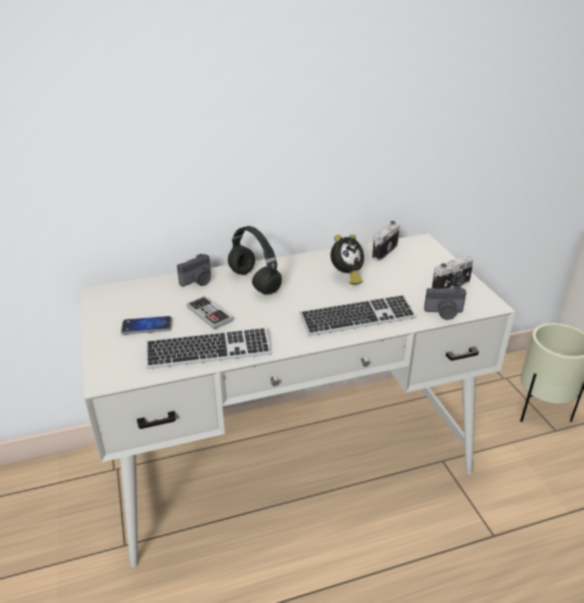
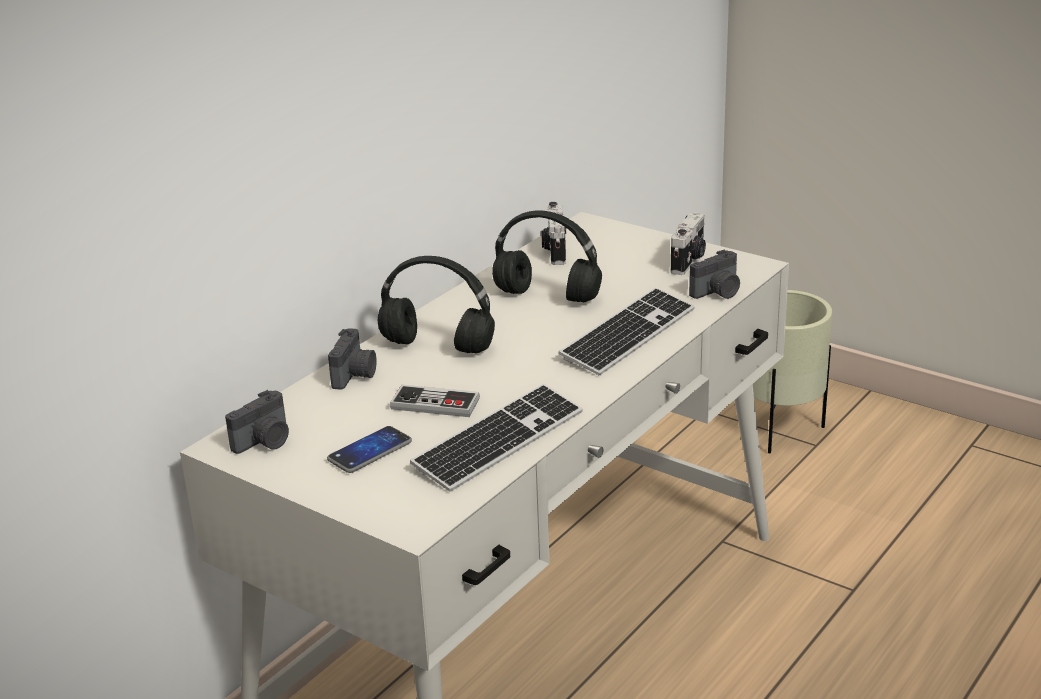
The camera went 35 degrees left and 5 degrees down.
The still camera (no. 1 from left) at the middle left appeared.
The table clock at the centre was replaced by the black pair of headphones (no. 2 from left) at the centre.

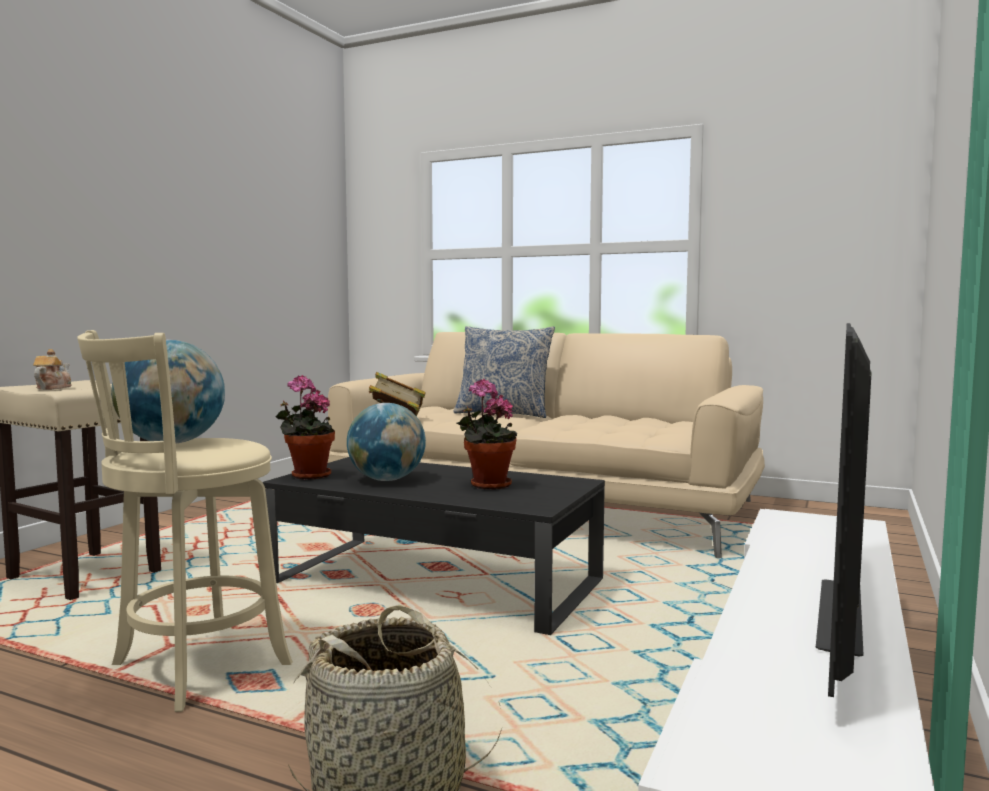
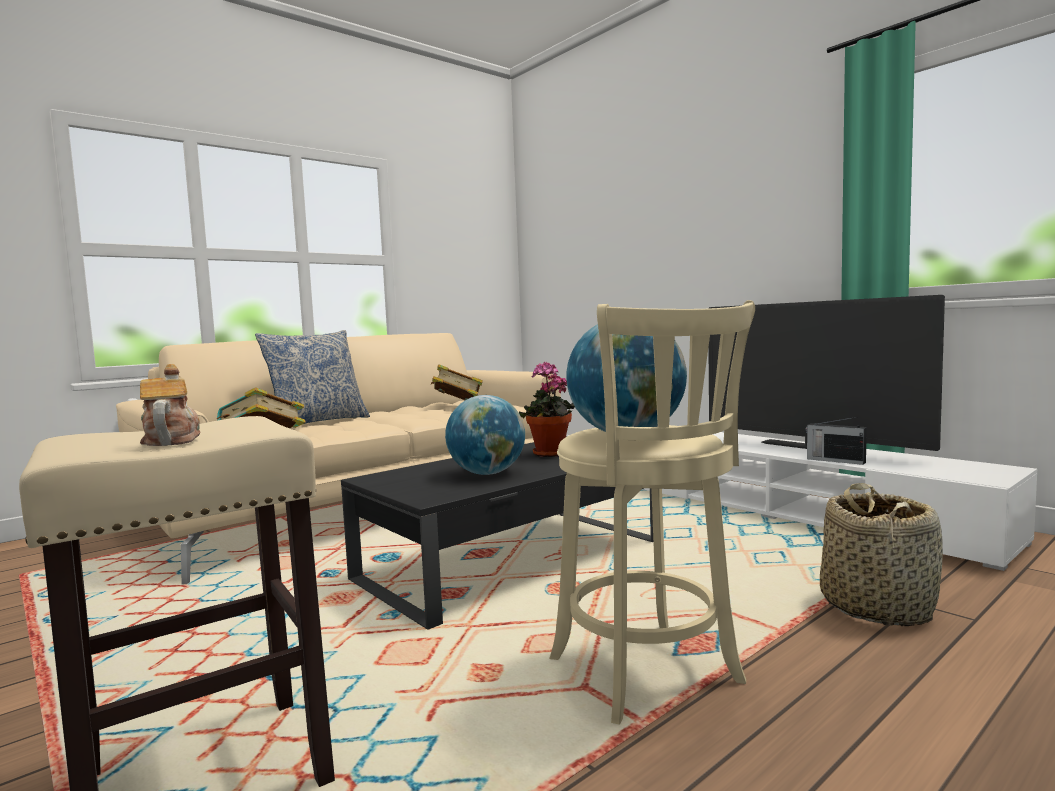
The camera went 65 degrees left and 0 degrees up.
The teapot at the middle left turned 45 degrees clockwise.
The bound book (no. 2 from left) at the centre appeared.
The radio at the middle right appeared.
The houseplant (no. 1 from left) at the middle left disappeared.

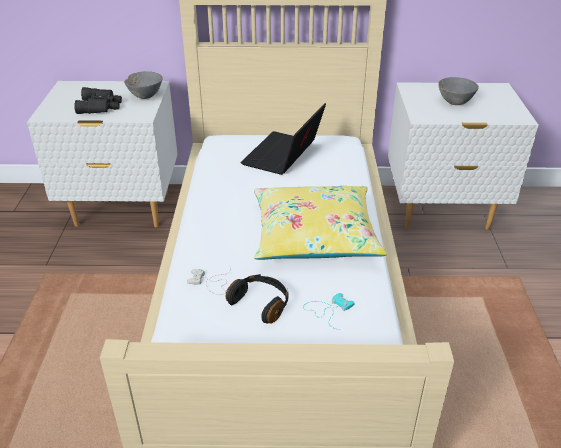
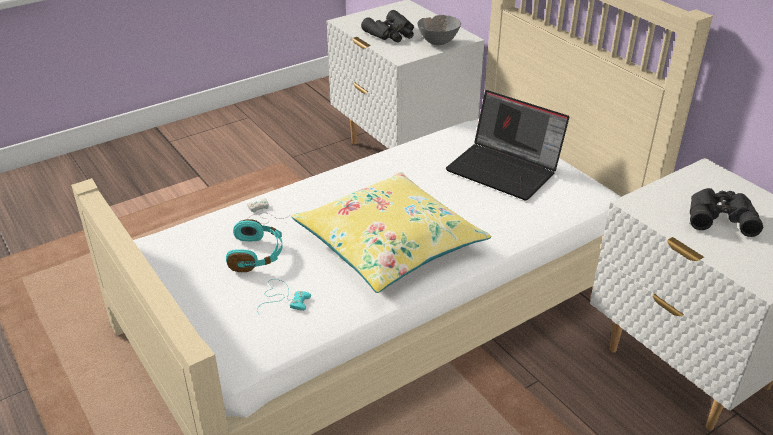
The camera went 55 degrees right and 0 degrees up.
The black pair of headphones at the bottom centre became the turquoise-coloured pair of headphones at the middle left.
The portable computer at the top centre turned 135 degrees counterclockwise.
The grey bowl (no. 2 from left) at the top right was replaced by the black pair of binoculars (no. 2 from left) at the middle right.

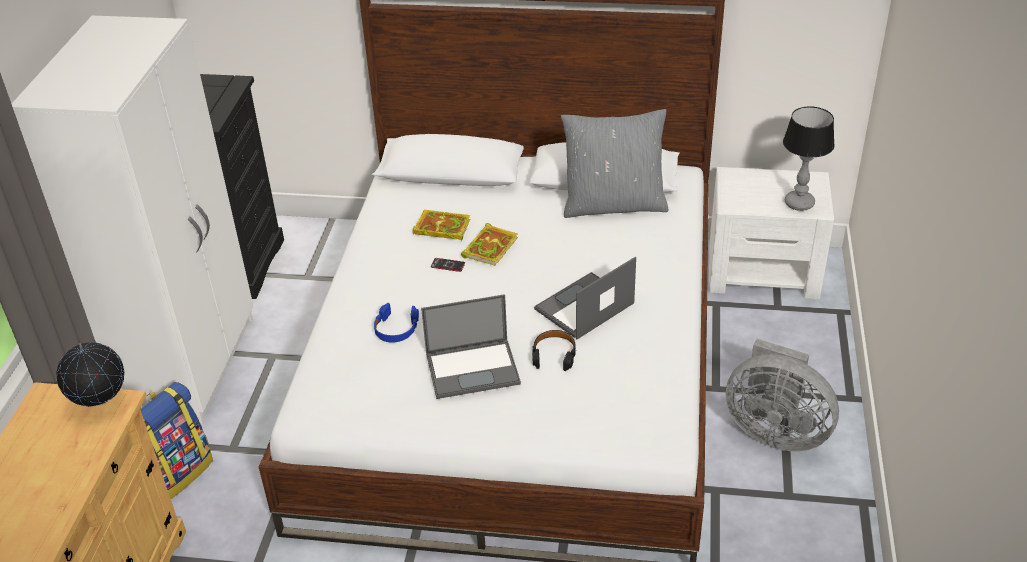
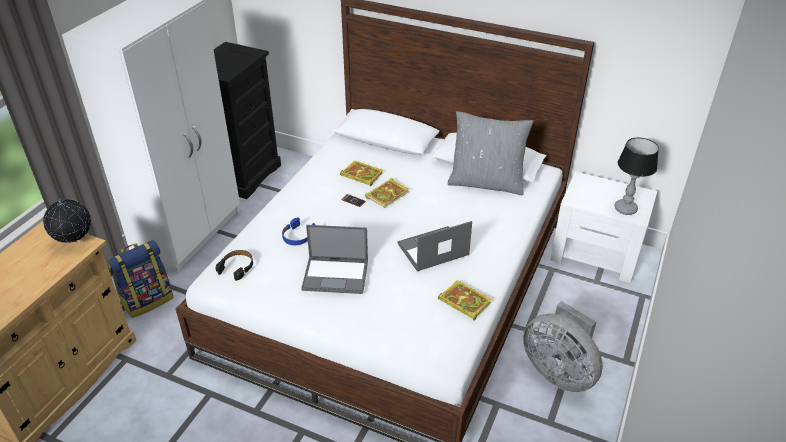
The camera went 15 degrees right and 0 degrees up.
The black pair of headphones moved from the centre to the middle left.
The bound book (no. 3 from left) at the bottom centre appeared.

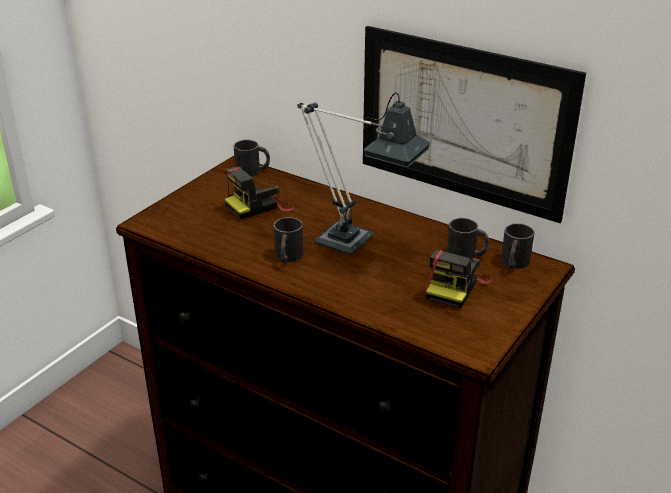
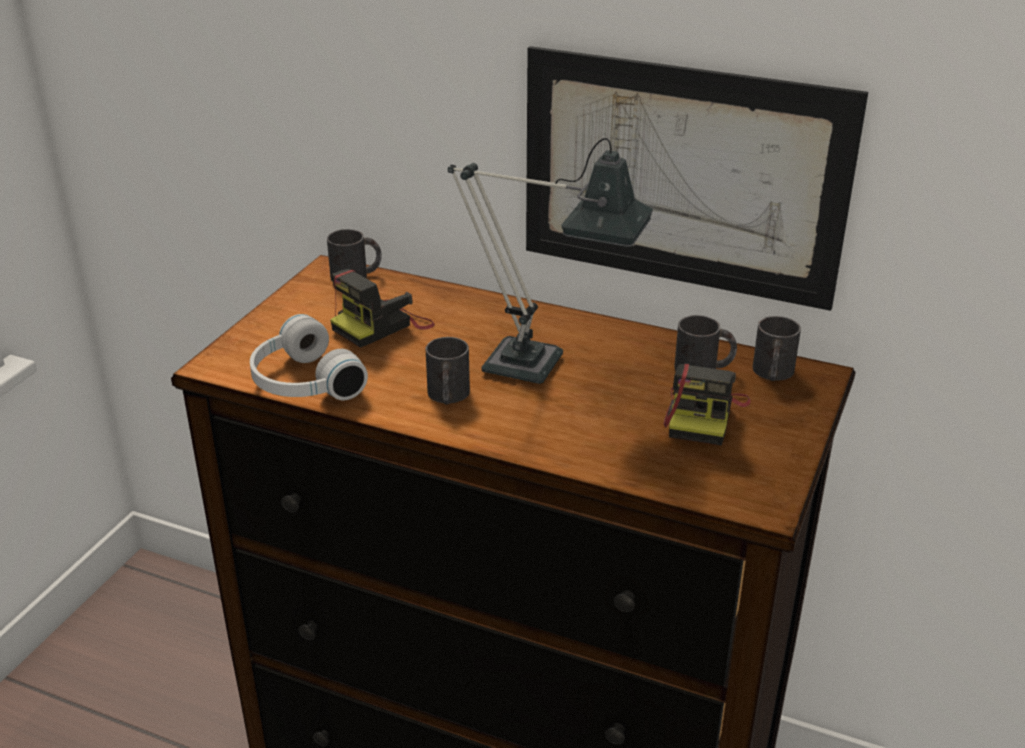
The camera went 10 degrees left and 0 degrees up.
The white-coloured pair of headphones at the middle left appeared.

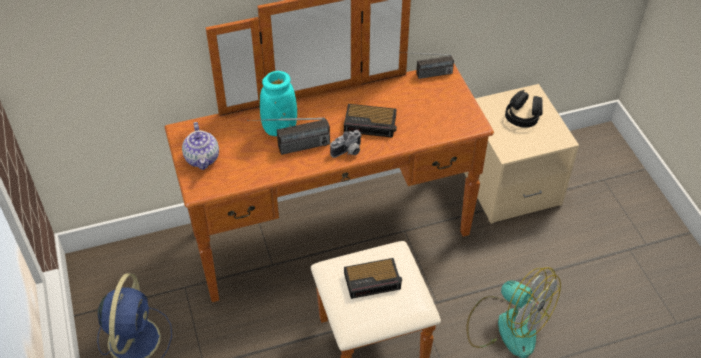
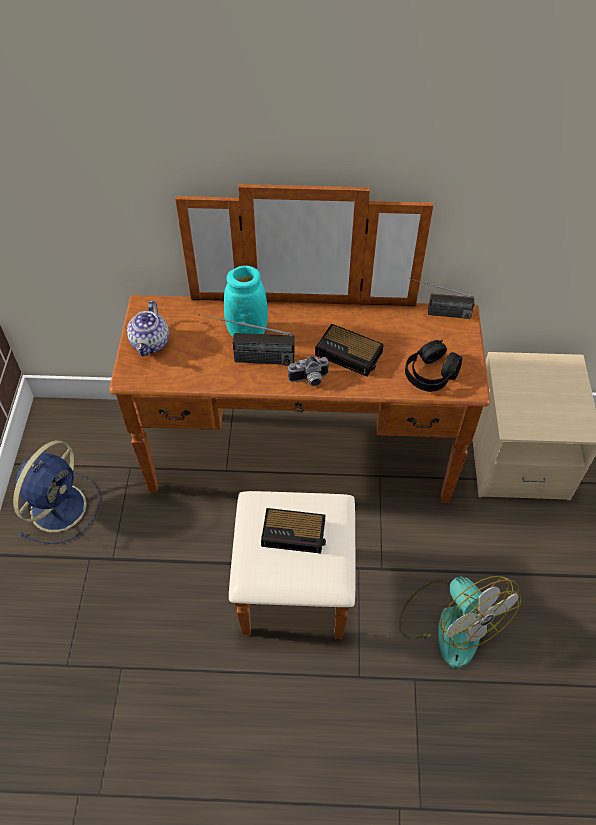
The camera went 20 degrees right and 5 degrees up.
The black pair of headphones moved from the top right to the middle right.

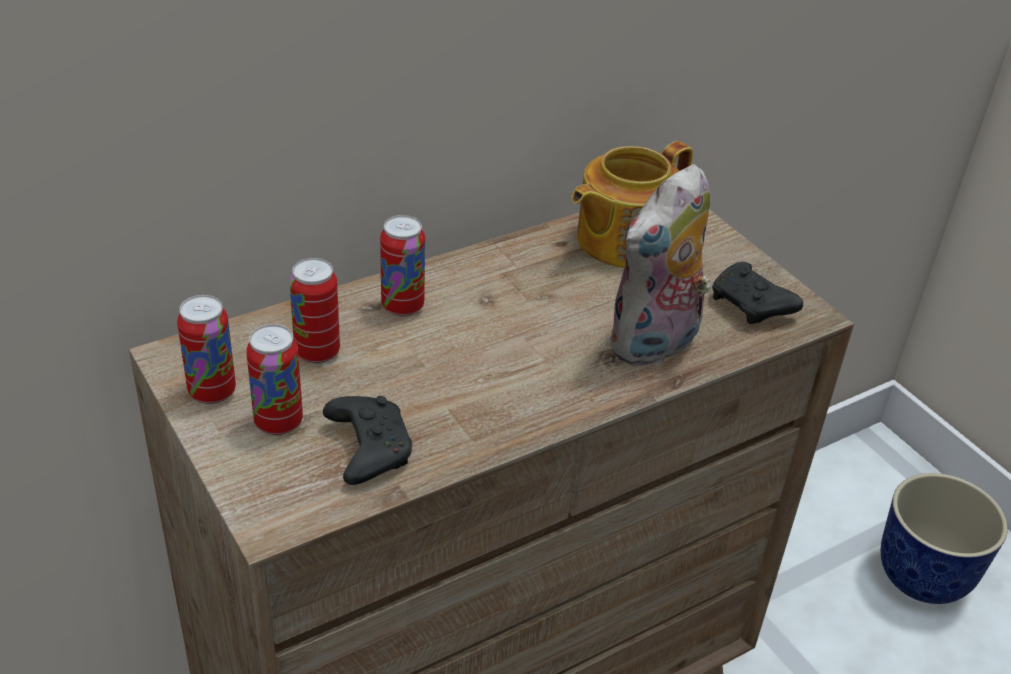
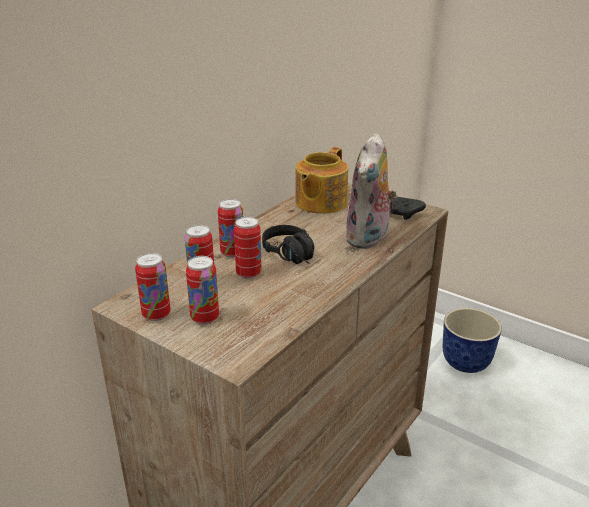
The camera went 20 degrees left and 10 degrees down.
The sealed can (no. 5 from left) at the centre appeared.
The black pair of headphones at the centre appeared.
The black gamepad (no. 1 from left) at the centre disappeared.

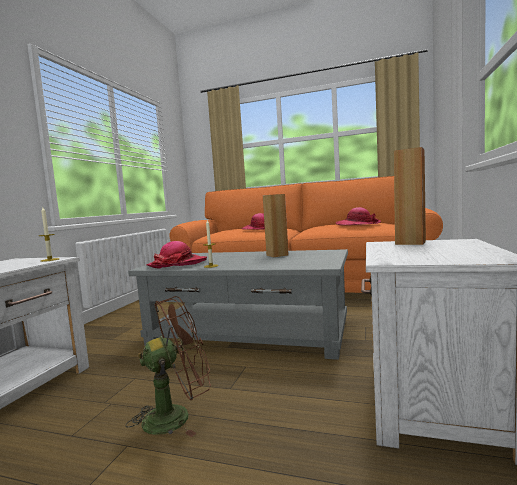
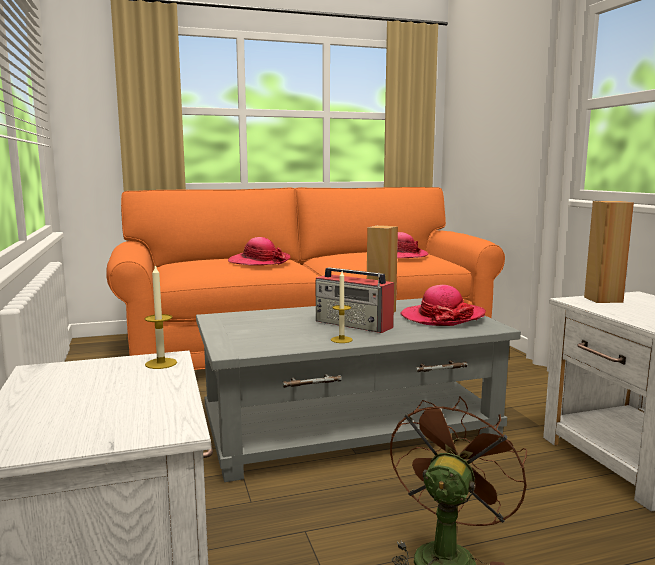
The camera went 35 degrees left and 5 degrees up.
The radio at the centre appeared.
The hat (no. 1 from left in the first image) moved from the centre to the middle right.

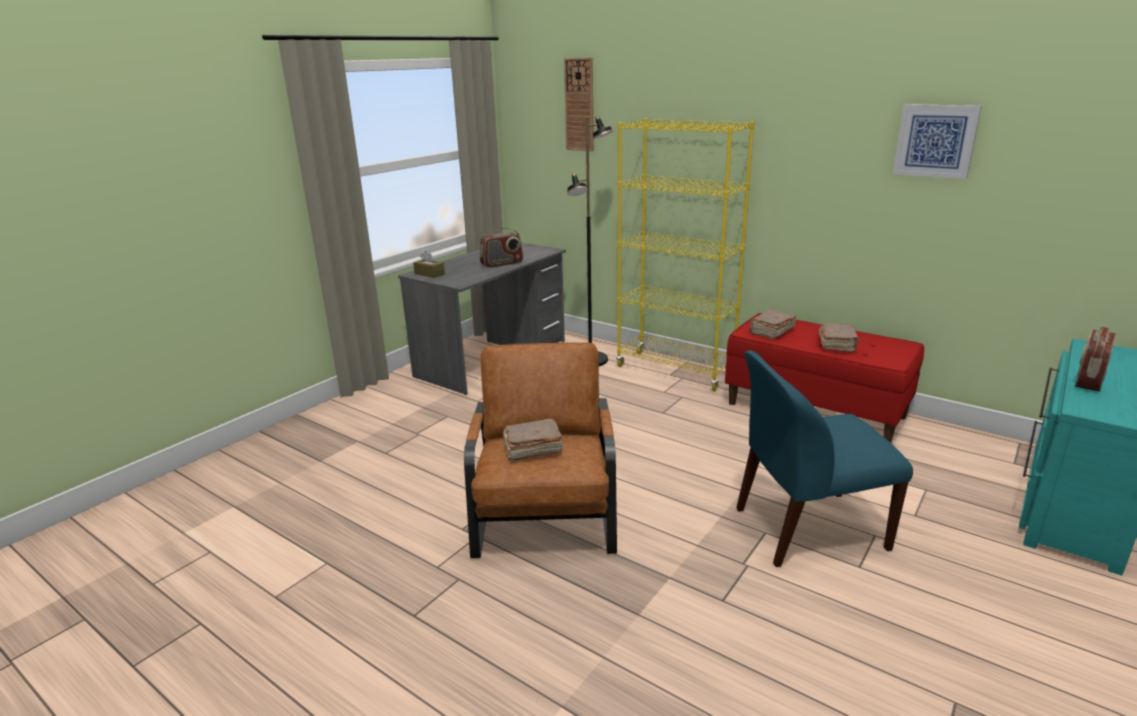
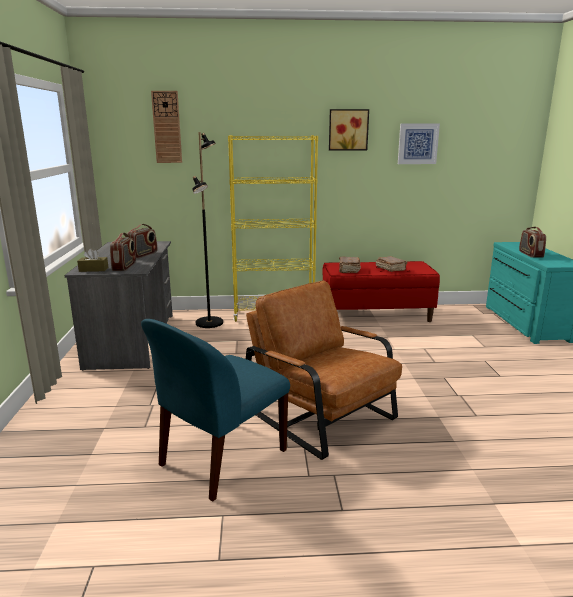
The camera went 40 degrees left and 5 degrees down.
The radio (no. 1 from left) at the middle left appeared.
The blue-coloured upright chair moved from the middle right to the bottom centre.
The wall picture (no. 1 from left) at the top centre appeared.
The brownish bound book (no. 1 from left) at the centre disappeared.

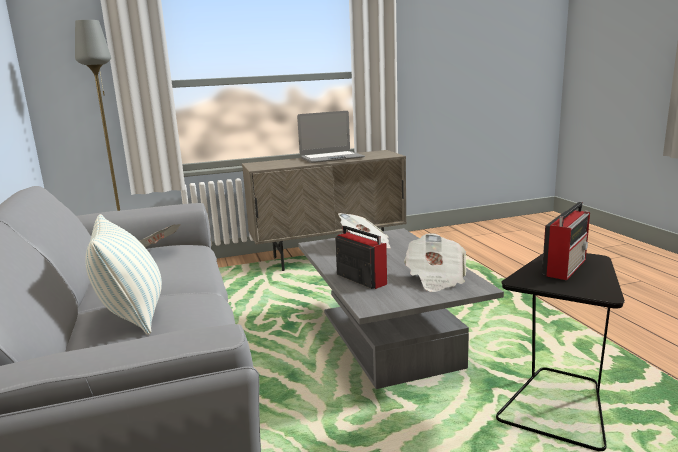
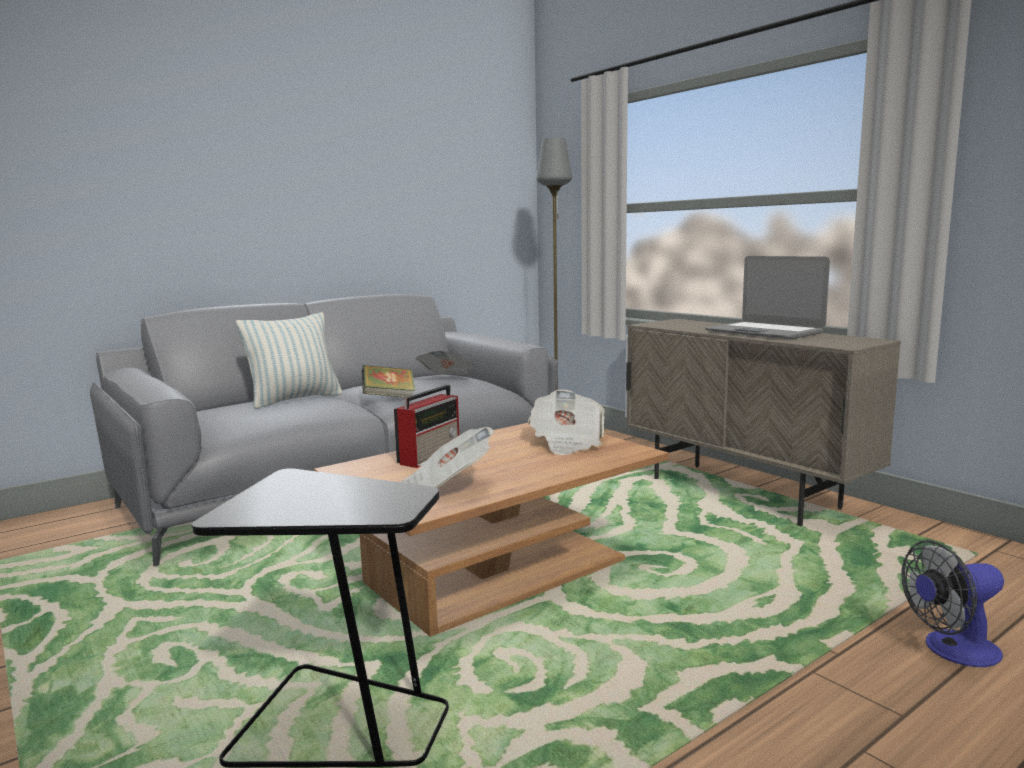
The camera went 70 degrees right and 5 degrees down.
The grey low table at the bottom centre became the brownish low table at the bottom centre.
The bound book at the centre appeared.
The fan at the bottom right appeared.
The radio (no. 2 from left) at the middle right disappeared.

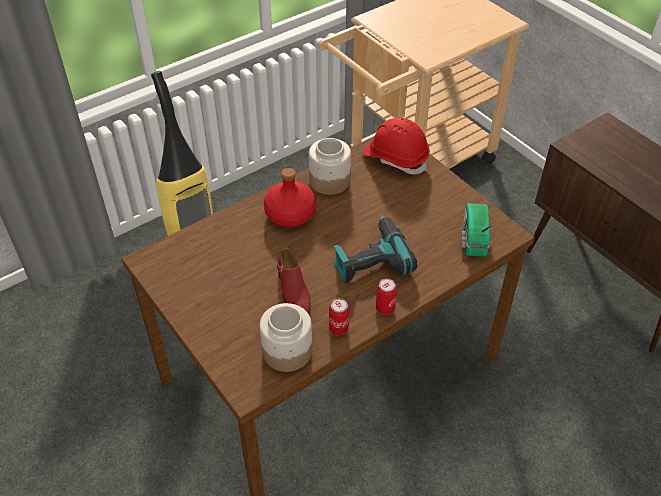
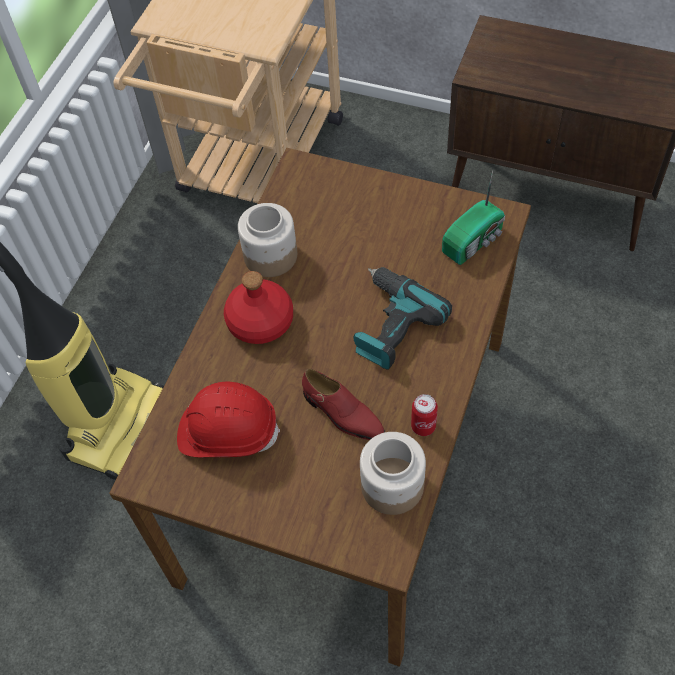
The camera went 30 degrees left and 10 degrees up.
The red safety helmet moved from the top centre to the centre.
The radio at the middle right turned 105 degrees counterclockwise.
The sealed can (no. 2 from left) at the centre disappeared.

